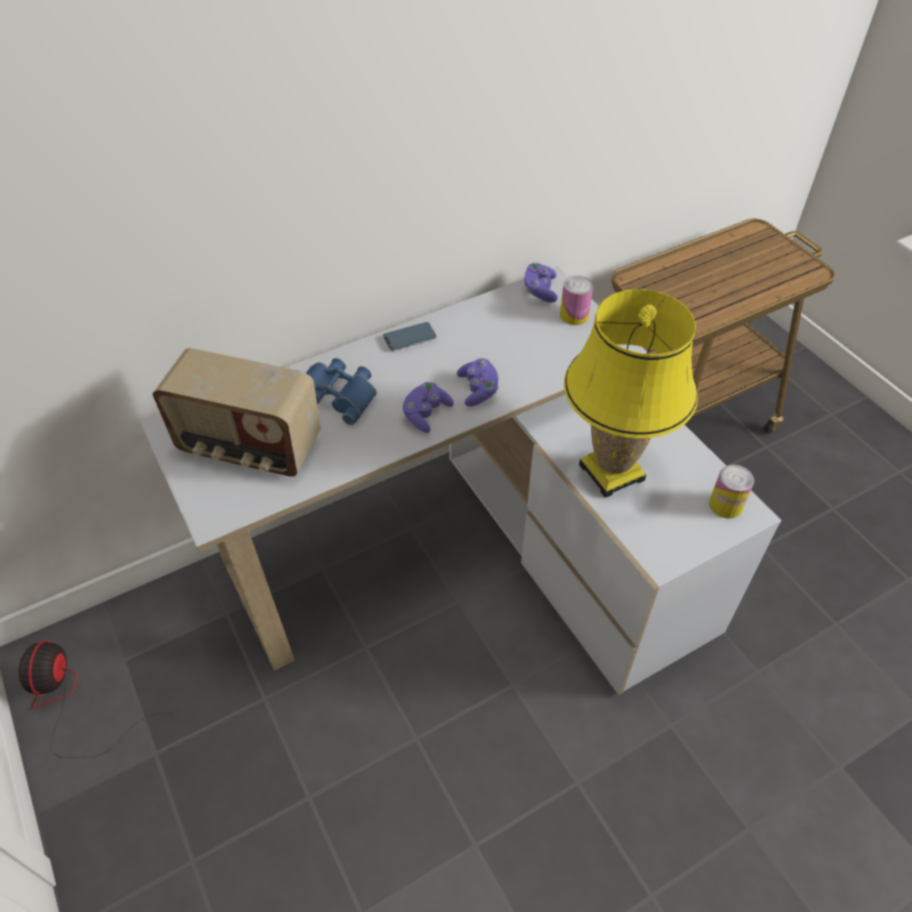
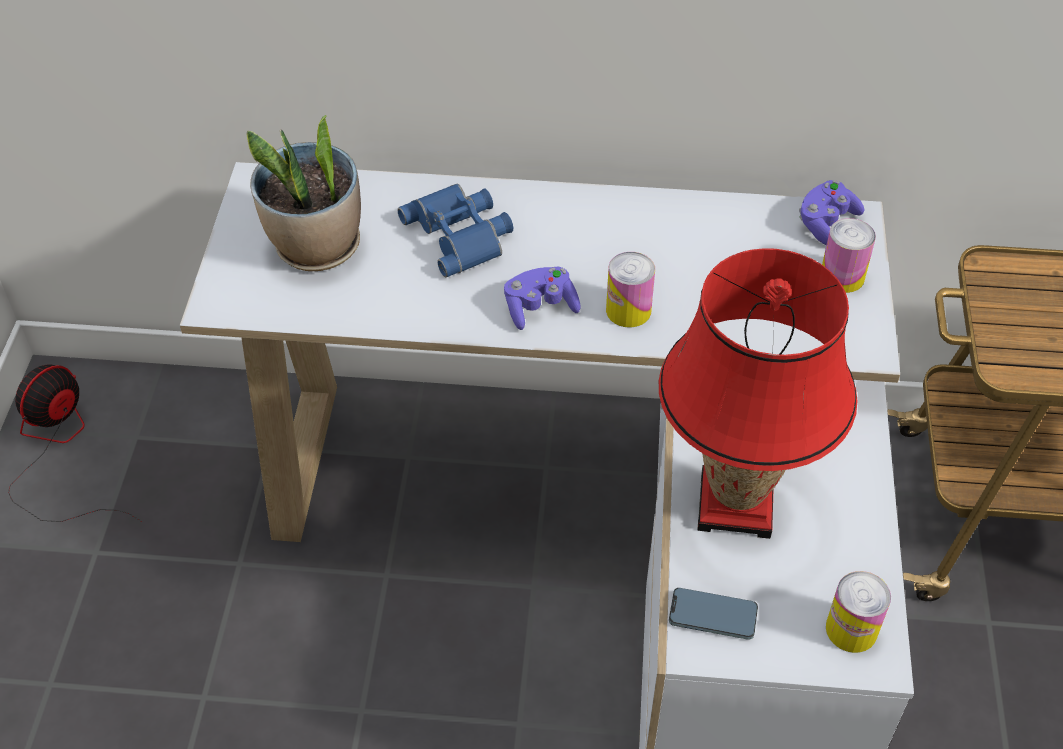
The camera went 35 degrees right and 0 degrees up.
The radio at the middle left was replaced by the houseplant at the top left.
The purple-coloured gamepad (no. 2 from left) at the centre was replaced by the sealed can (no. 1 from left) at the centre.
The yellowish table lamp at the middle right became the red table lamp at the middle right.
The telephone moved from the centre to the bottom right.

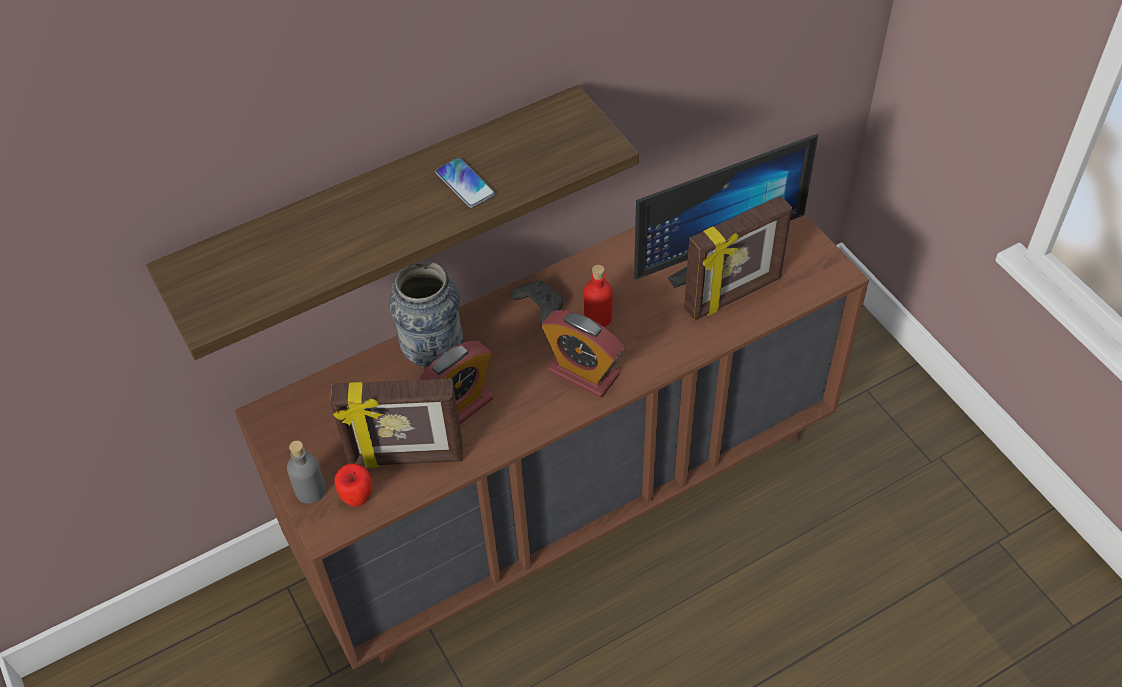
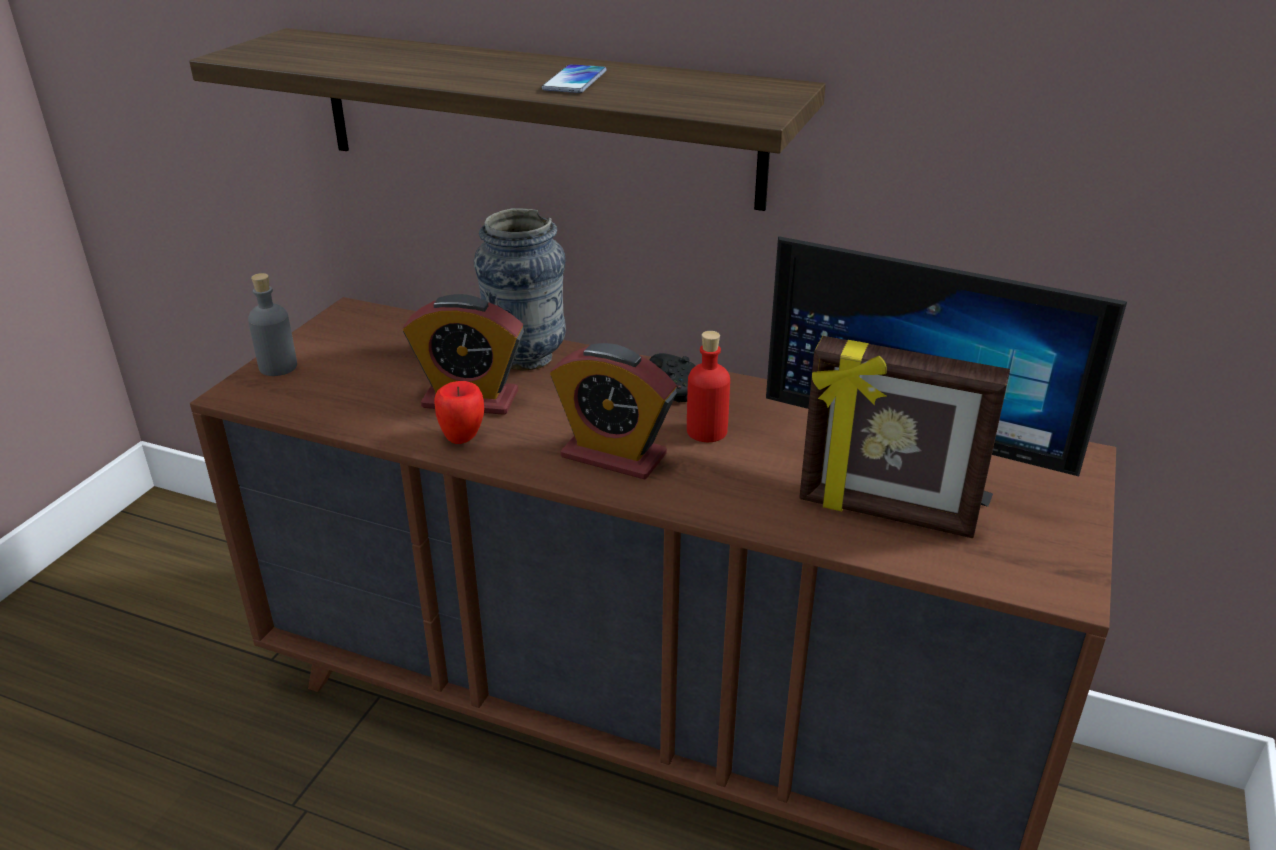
The camera went 50 degrees right and 20 degrees down.
The apple fruit moved from the bottom left to the centre.
The table clock (no. 2 from left) at the centre turned 60 degrees counterclockwise.
The standing frame (no. 1 from left) at the centre disappeared.

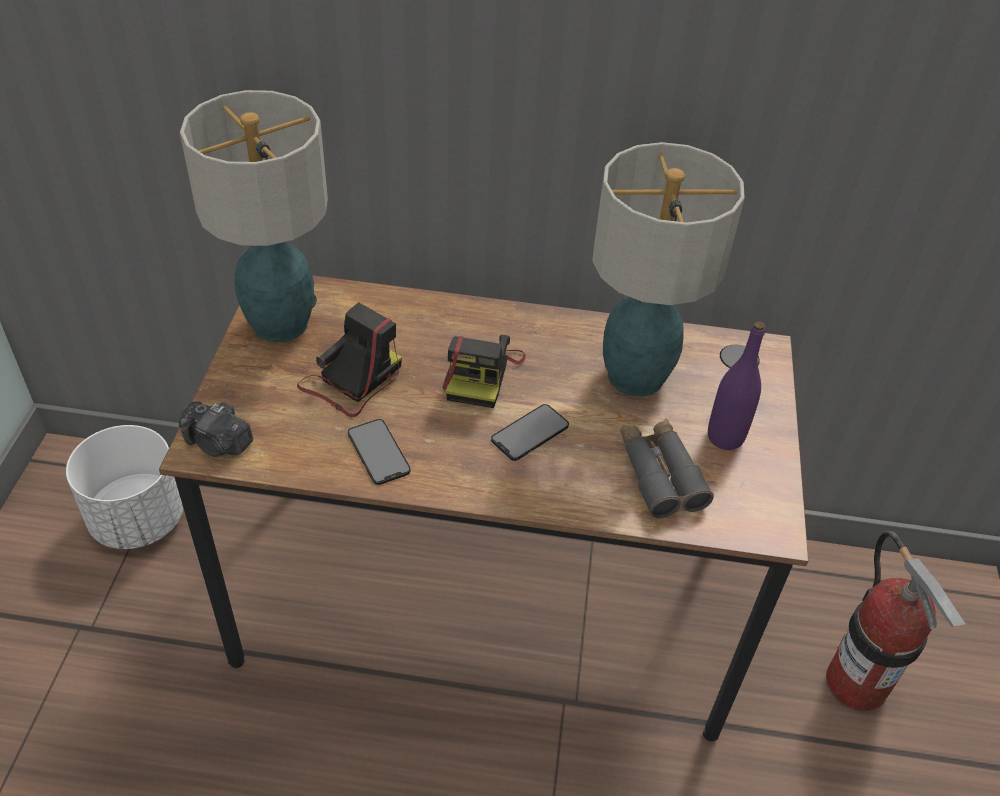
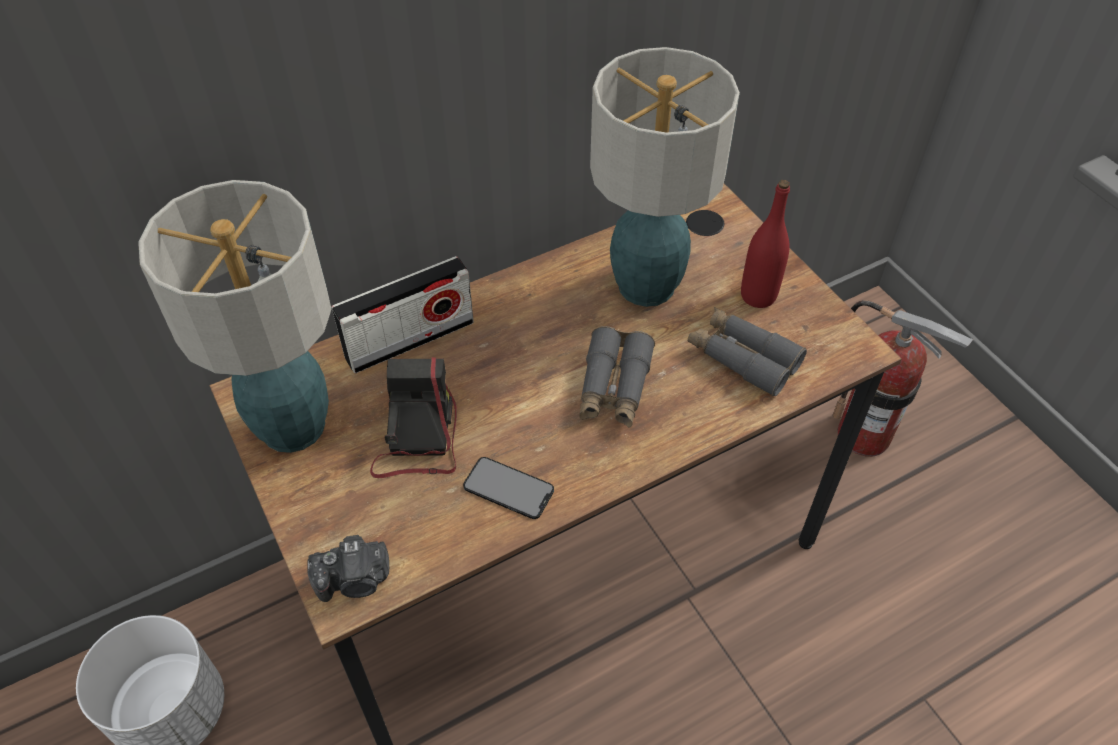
The camera went 35 degrees left and 5 degrees up.
The radio at the centre appeared.
The telephone (no. 2 from left) at the centre was replaced by the grey pair of binoculars (no. 1 from left) at the centre.
The purple-coloured beverage bottle at the middle right became the red beverage bottle at the top right.
The still camera (no. 3 from left) at the centre disappeared.

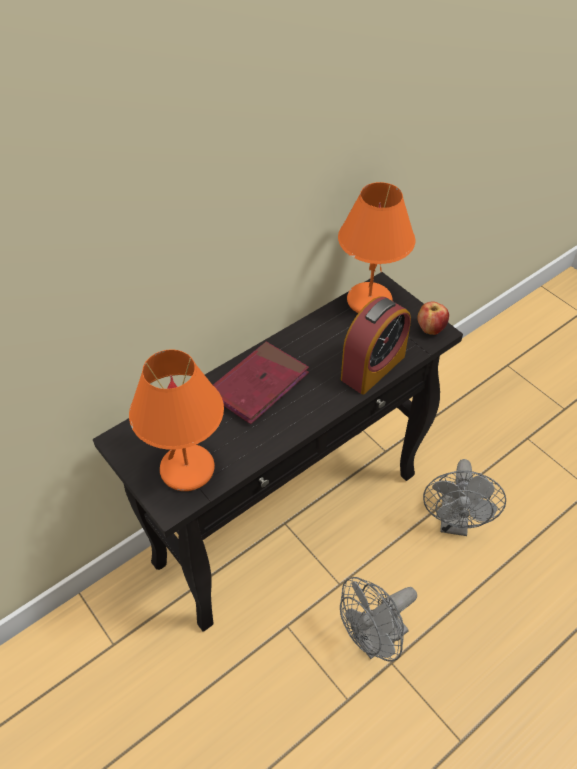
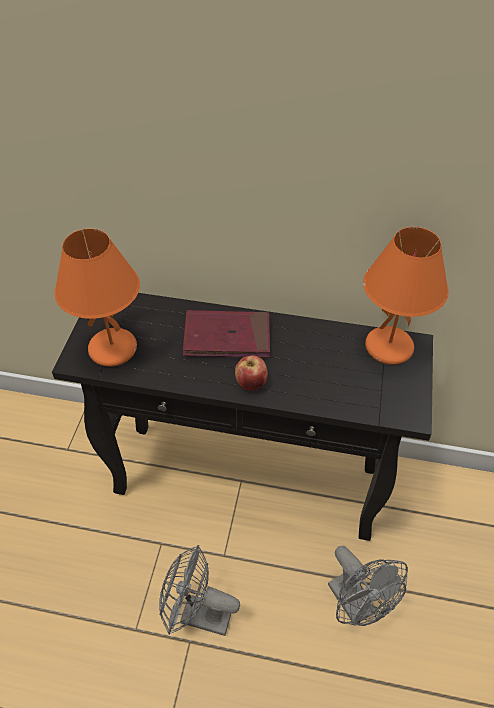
The camera went 50 degrees right and 0 degrees up.
The apple fruit moved from the middle right to the centre.
The grey fan (no. 2 from left) at the middle right turned 90 degrees counterclockwise.
The table clock at the centre disappeared.

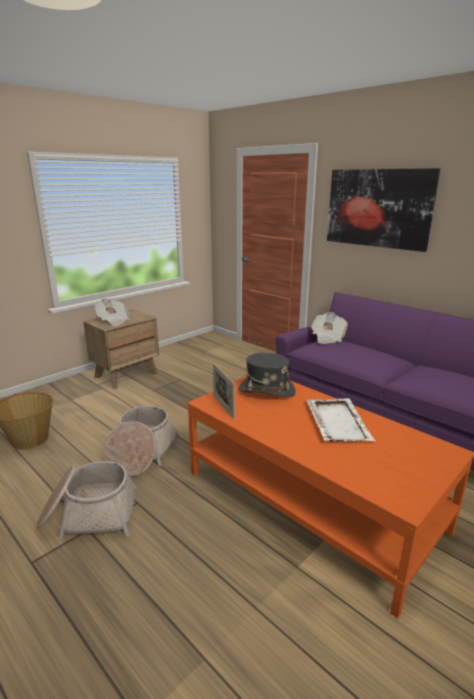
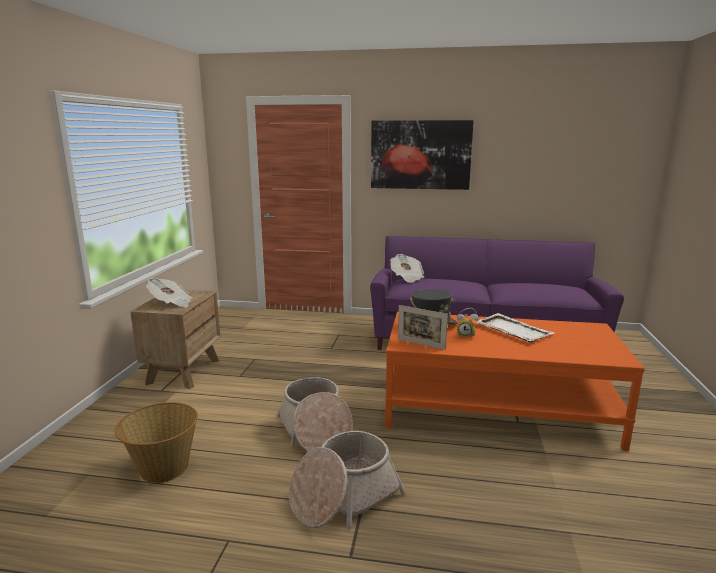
The camera went 35 degrees left and 5 degrees down.
The table clock at the centre appeared.

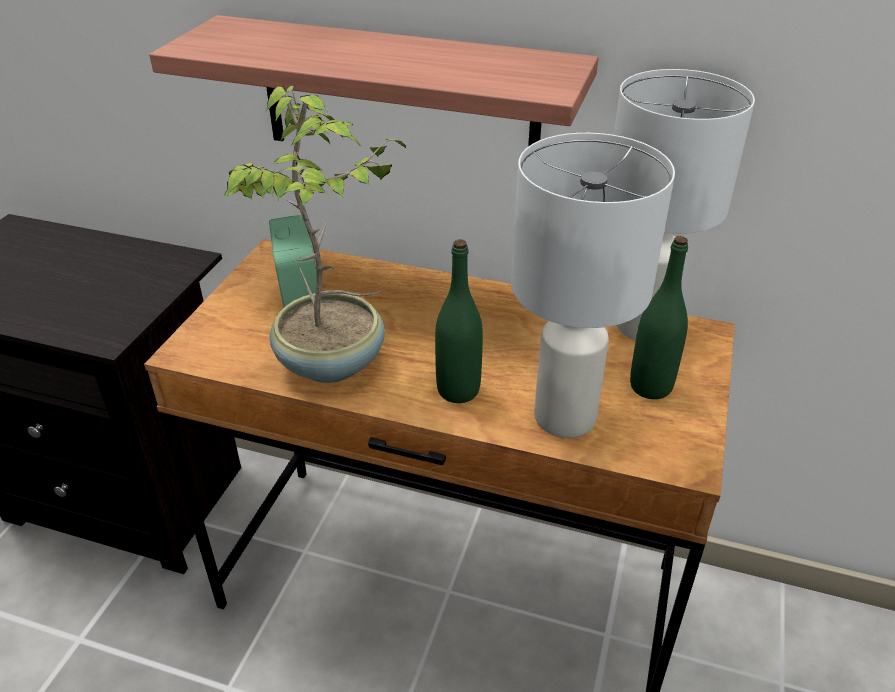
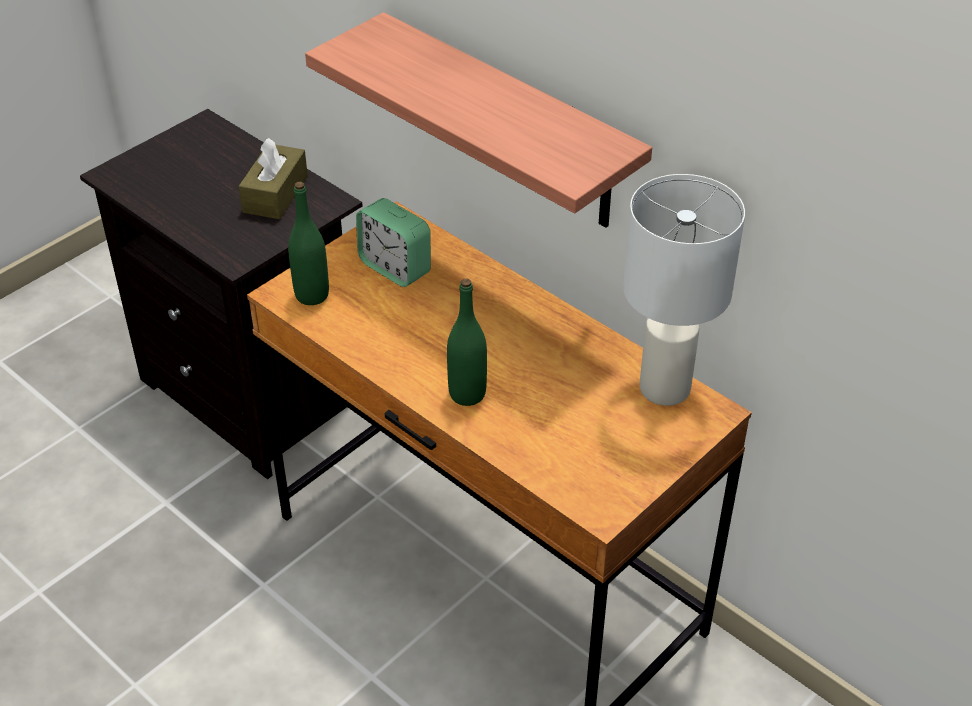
The camera went 25 degrees right and 5 degrees up.
The brownish box of tissues at the top left appeared.
The green beverage bottle (no. 2 from left in the first image) moved from the middle right to the middle left.
The table clock at the middle left turned 120 degrees clockwise.
The houseplant at the centre disappeared.
The white-coloured table lamp (no. 1 from left) at the centre disappeared.

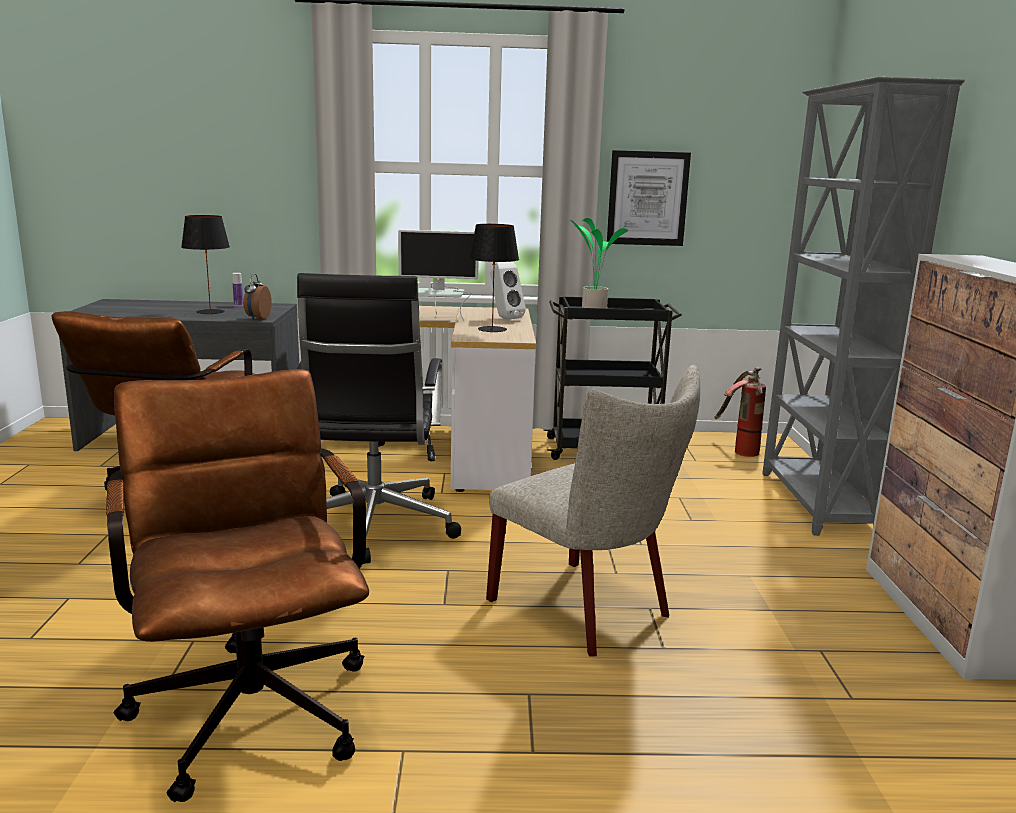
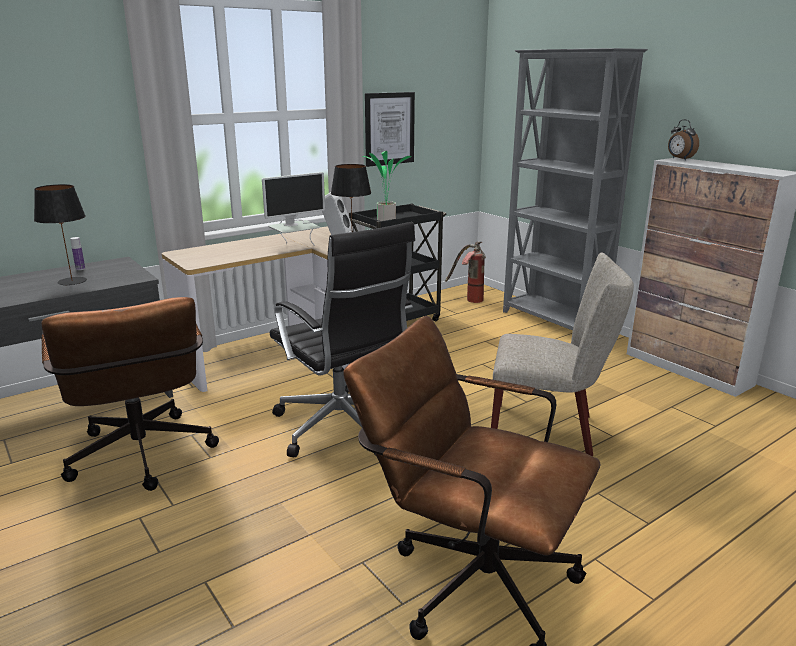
The camera went 35 degrees left and 5 degrees up.
The table clock moved from the middle left to the top right.

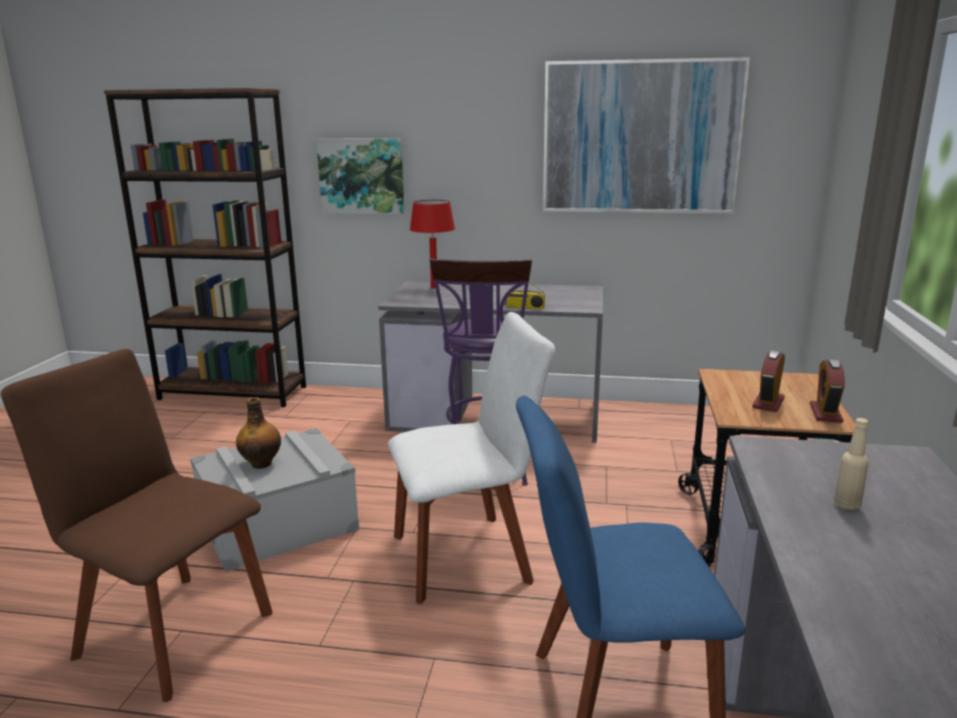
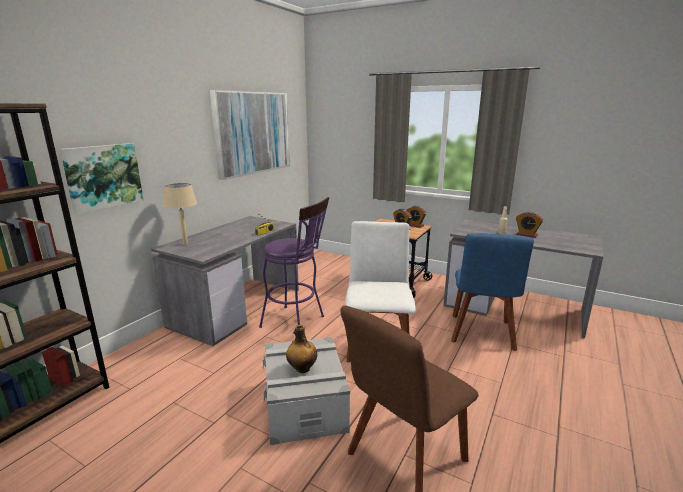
The camera went 70 degrees left and 0 degrees up.
The red table lamp at the centre became the beige table lamp at the middle left.
The table clock (no. 3 from left) at the middle right appeared.

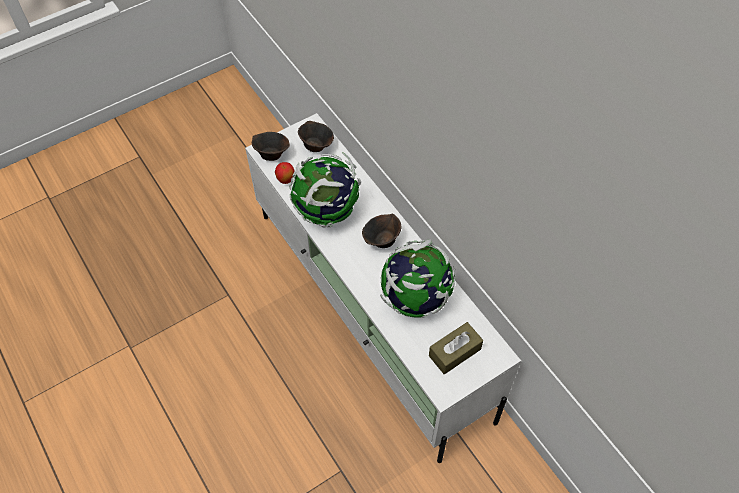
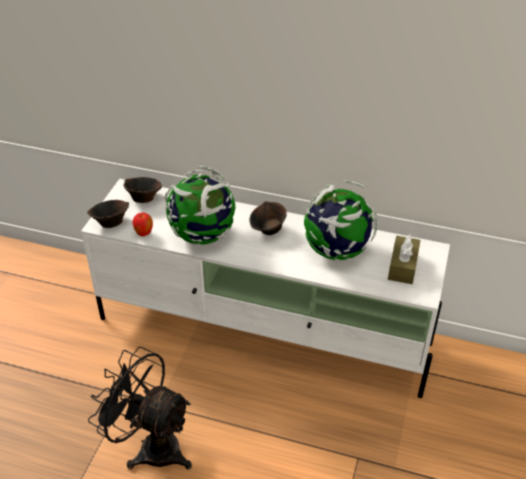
The camera went 40 degrees left and 15 degrees down.
The black fan at the bottom left appeared.

